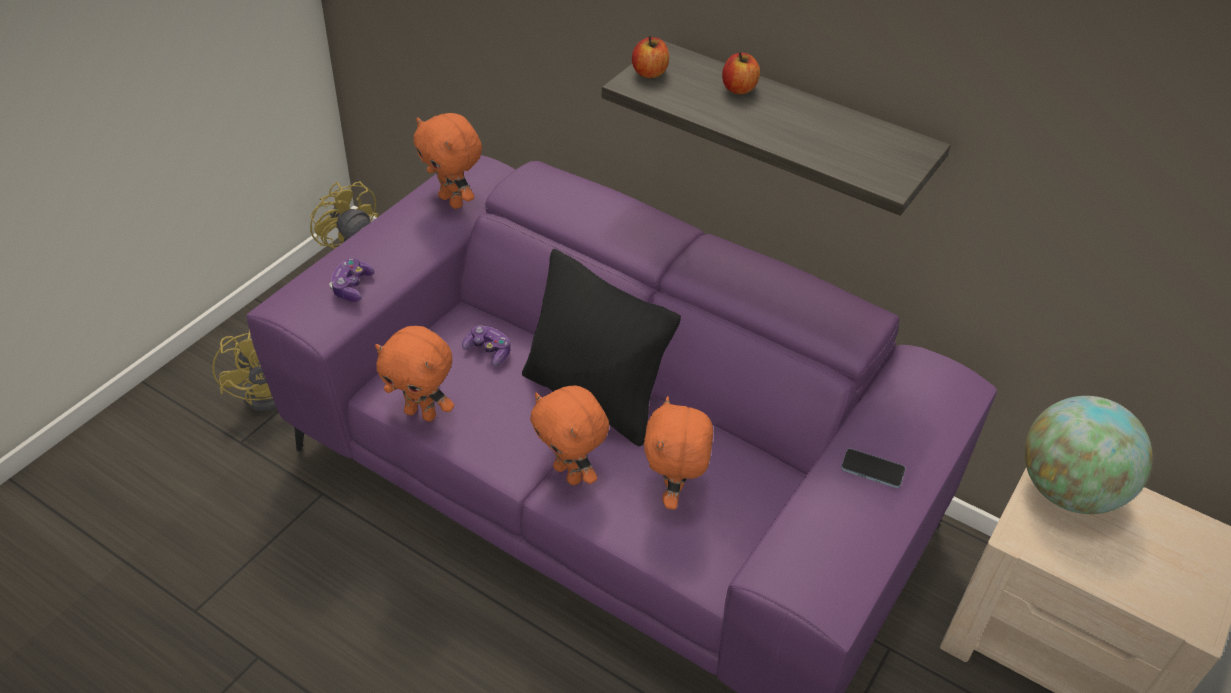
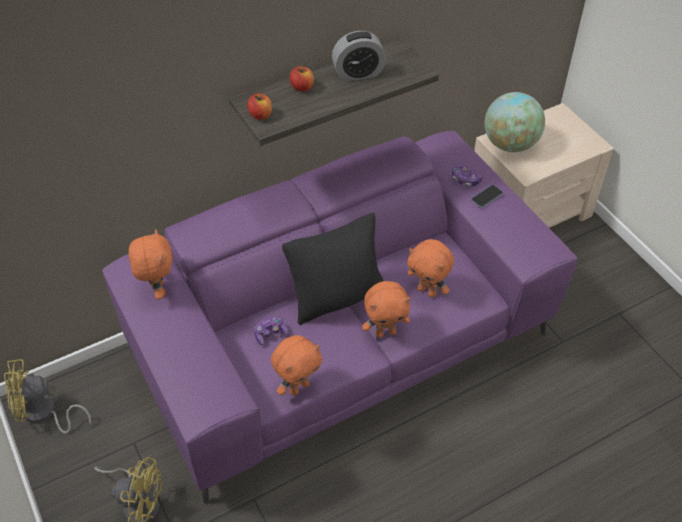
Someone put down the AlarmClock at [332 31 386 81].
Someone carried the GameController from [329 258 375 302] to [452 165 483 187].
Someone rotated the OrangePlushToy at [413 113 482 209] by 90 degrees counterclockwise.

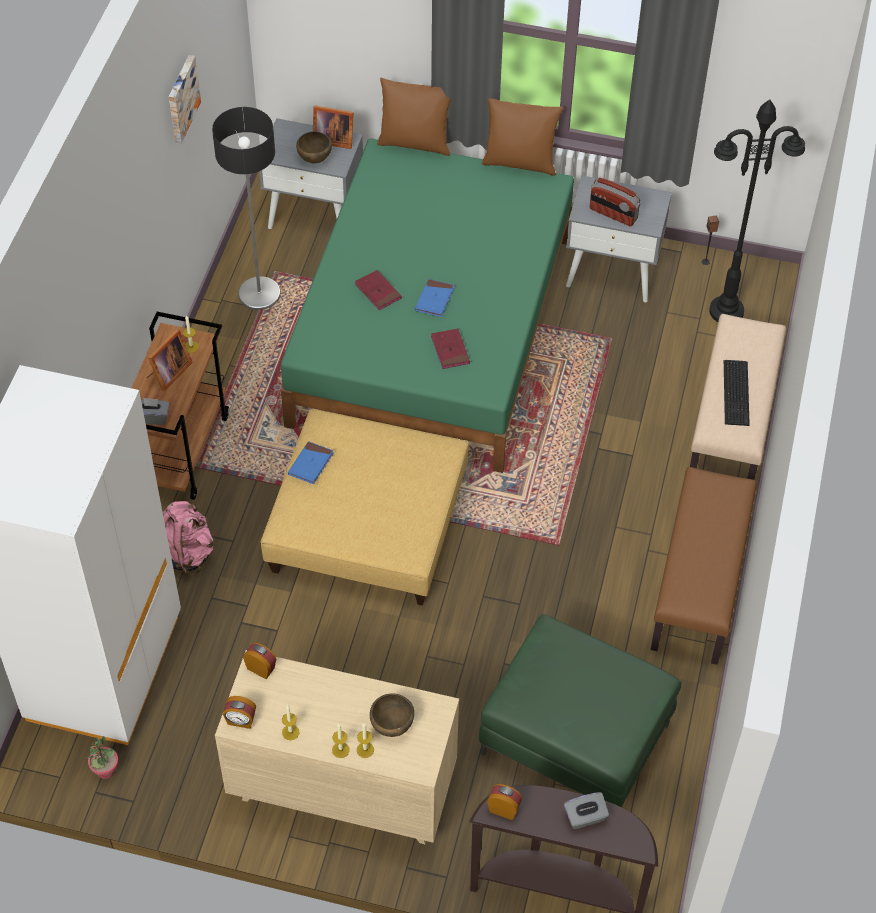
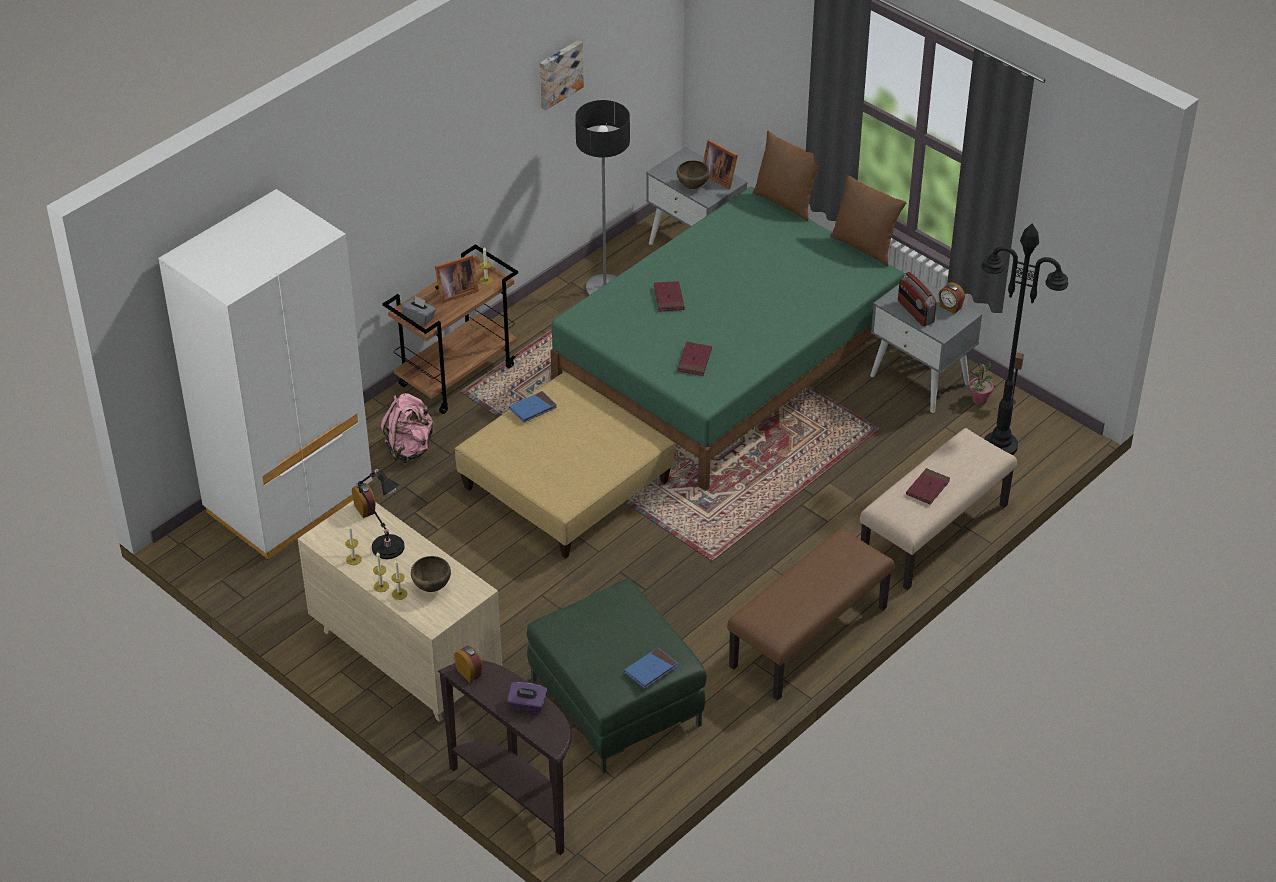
Someone put down the BlackTableLamp at [353 469 405 559].
Someone carried the PottedPlant from [87 736 119 779] to [969 362 994 405].
Someone carried the AlarmClock from [223 696 256 729] to [939 282 965 314].
Someone carried the BlueBook from [415 279 454 317] to [624 648 678 689].
Someone swapped the Keyboard at [724 360 750 426] for the RedBook at [906 468 950 504].
Someone repainted the GreyTissueBox at [564 792 609 829], which became the PurpleTissueBox at [507 682 547 713].

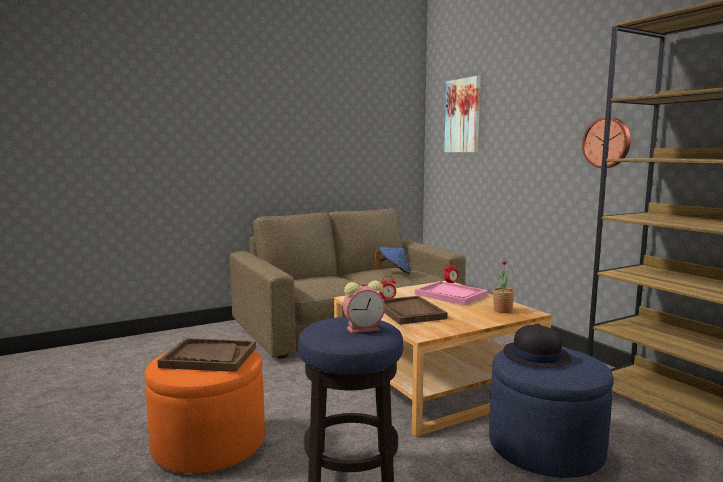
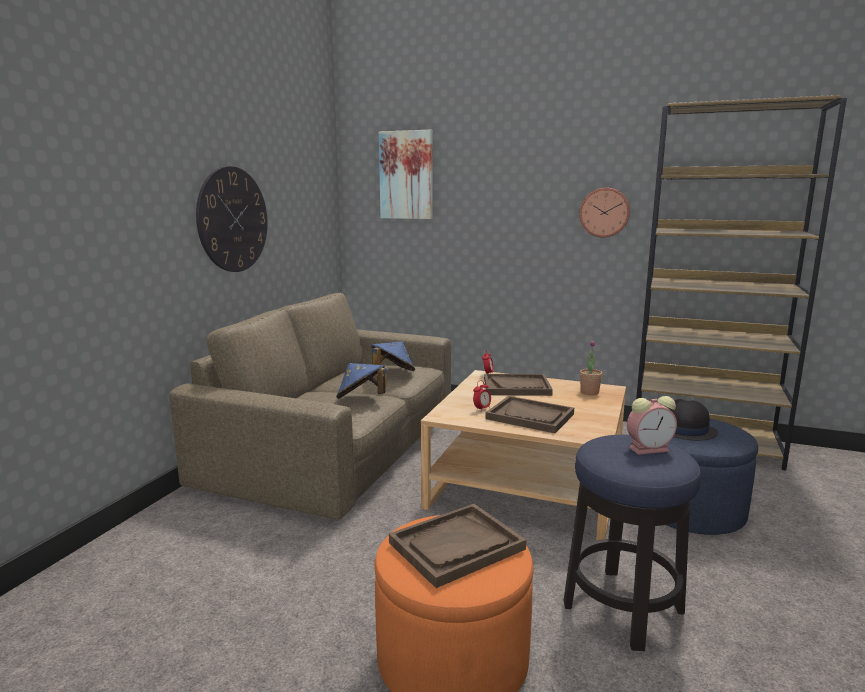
Someone put up the WallClock at [196 166 268 272].
Someone put down the BlueHat at [336 363 387 399].
Someone repainted the PinkTray at [415 281 488 305], which became the BrownTray at [484 374 553 396].
Someone rotated the AlarmClock at [343 280 385 333] by 45 degrees clockwise.

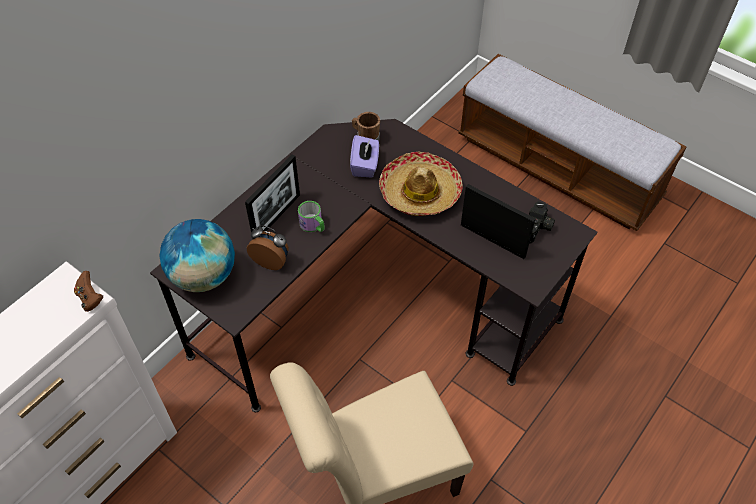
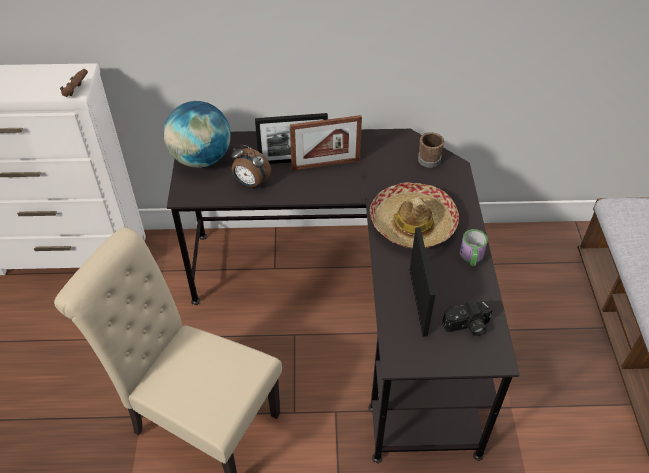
Someone took away the PurpleTissueBox at [350 135 379 177].
Someone put down the PictureFrame at [290 115 362 171].
Someone carried the Mug from [298 201 325 232] to [460 229 488 266].
Someone rotated the AlarmClock at [247 225 289 270] by 135 degrees clockwise.

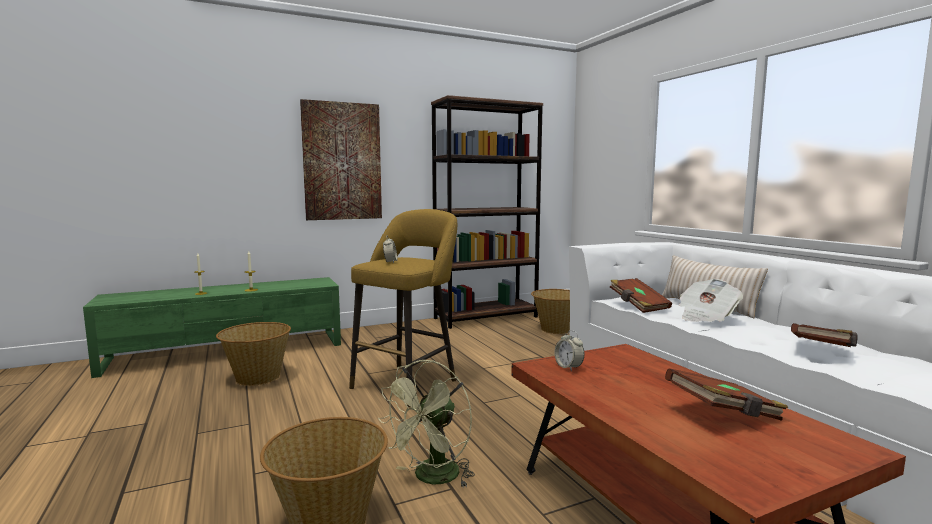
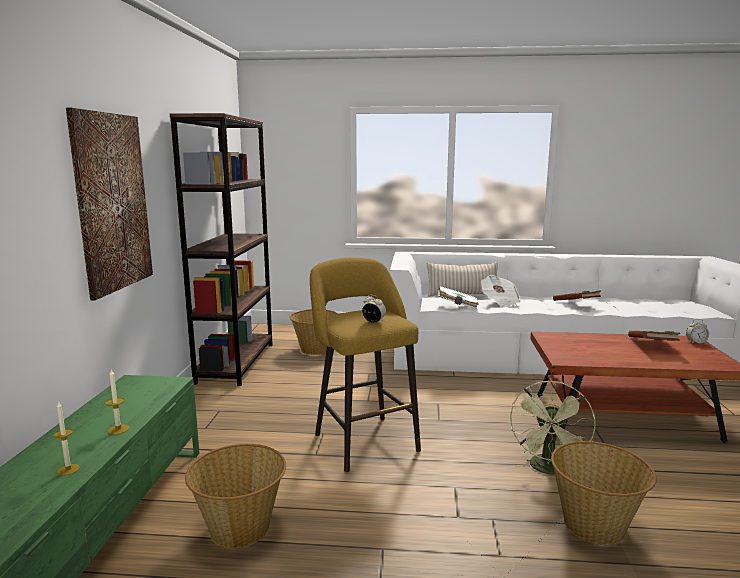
Someone carried the AlarmClock from [554 330 584 371] to [686 319 709 344].
Someone repainted the BrownBook at [610 278 672 313], which became the WhiteBook at [438 286 479 310].
Someone rotated the GreenFan at [378 360 475 488] by 45 degrees clockwise.

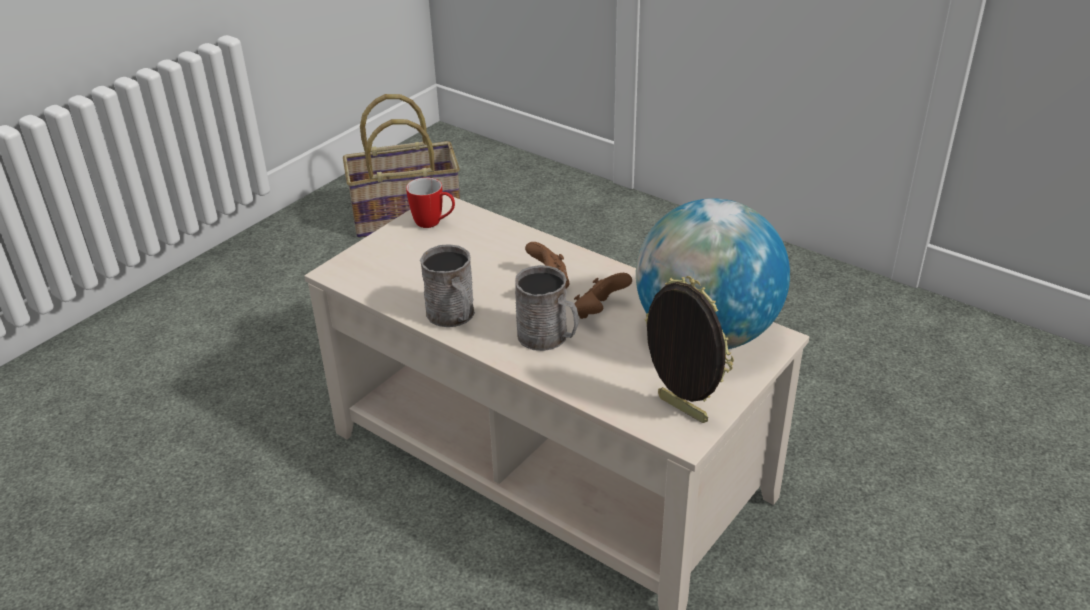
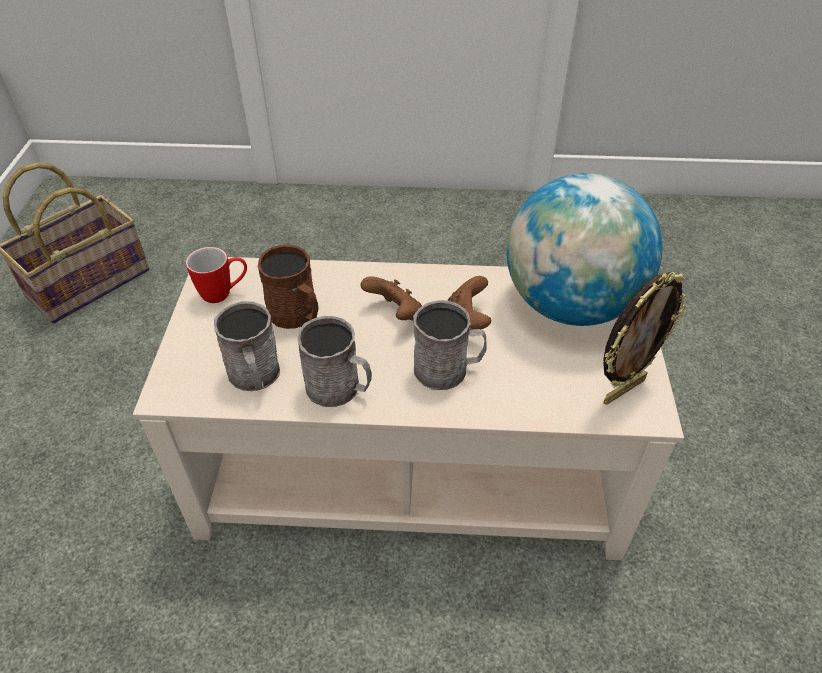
Someone put down the GreyMug at [214 301 280 391].
Someone put down the BrownMug at [258 245 319 329].
Someone rotated the PictureFrame at [645 276 734 423] by 135 degrees clockwise.

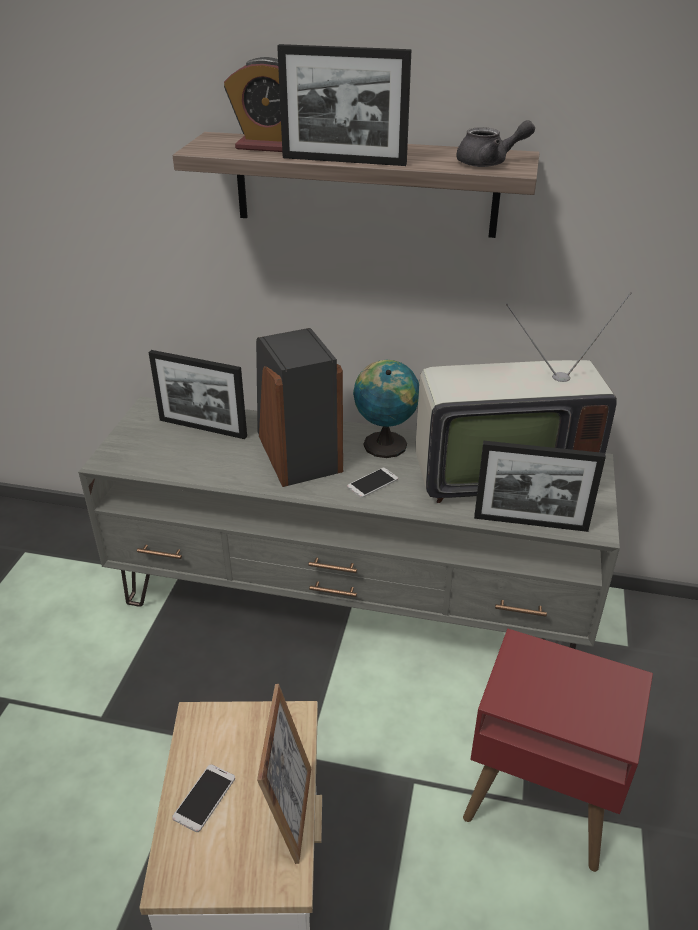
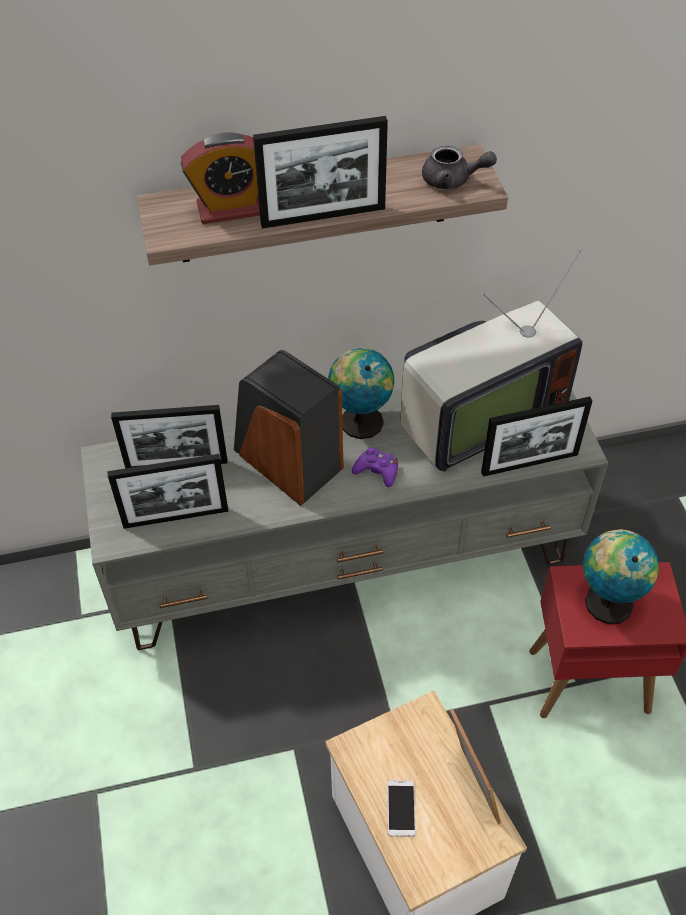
Someone put down the PictureFrame at [107 454 229 529].
Someone put down the Globe at [583 529 659 624].
Someone swapped the Phone at [347 468 398 498] for the PurpleGameController at [352 447 398 487].
Someone rotated the GreyTeapot at [456 120 535 167] by 45 degrees clockwise.

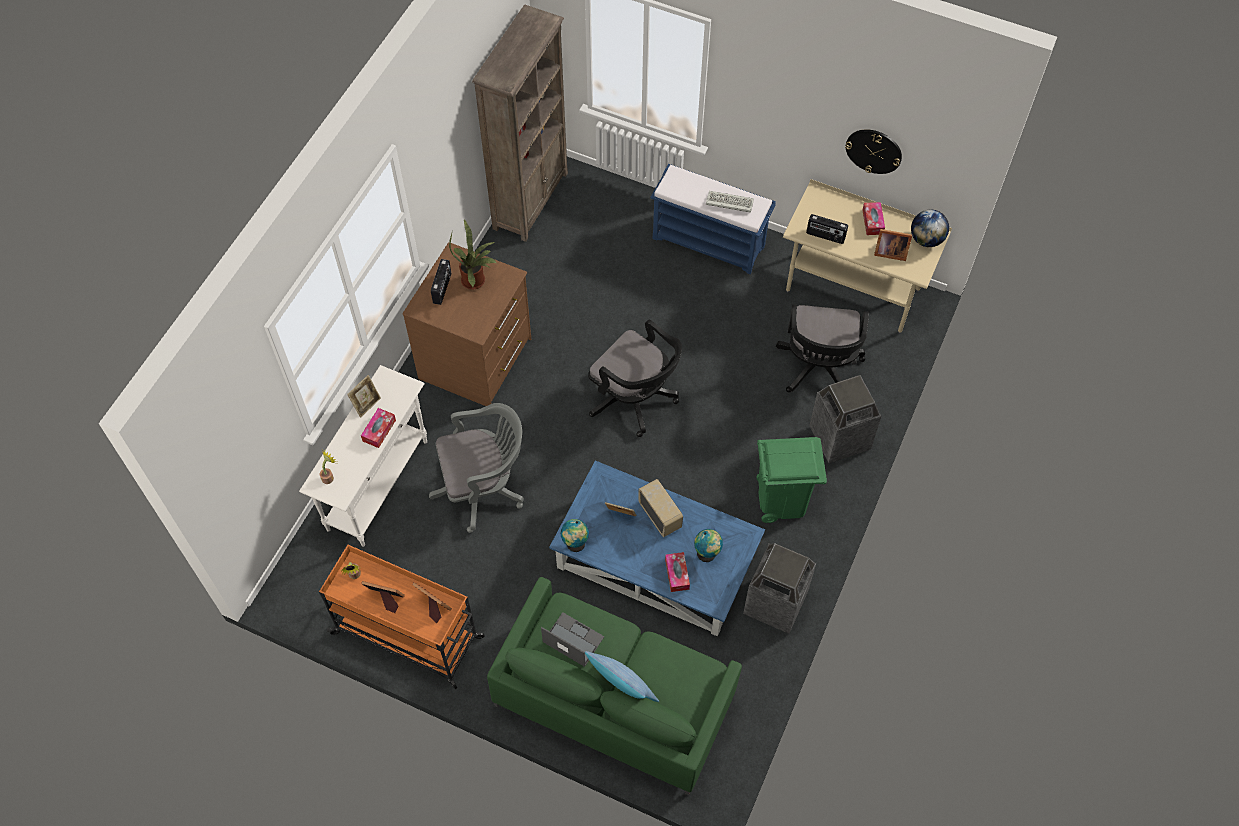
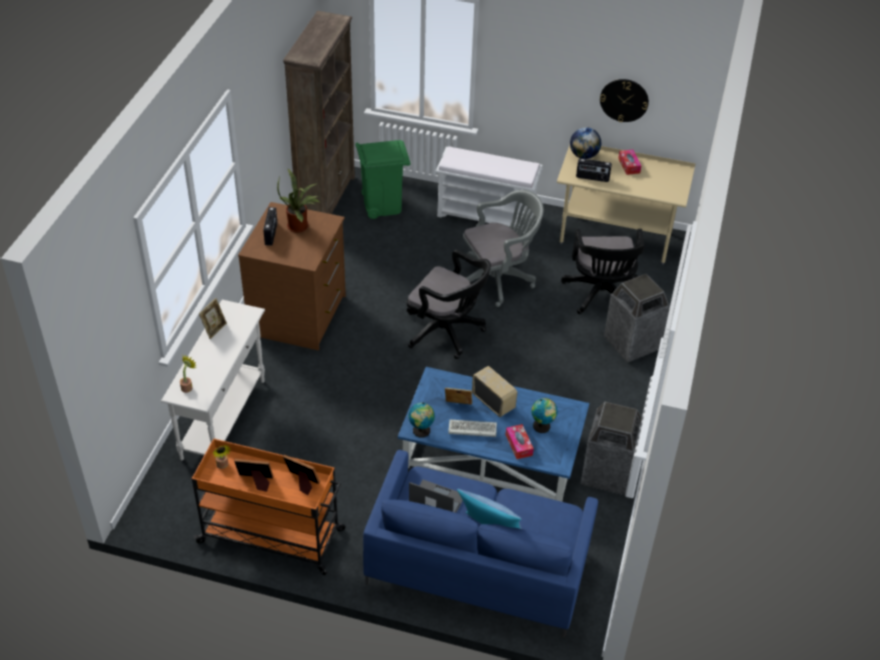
Someone took away the TissueBox at [361 408 396 448].
Someone took away the PictureFrame at [874 229 912 261].
Someone carried the GreyOfficeChair from [429 403 524 533] to [463 190 544 307].
Someone carried the Keyboard from [706 191 754 213] to [448 419 497 437].
Someone carried the GreenTrashCan from [757 437 827 523] to [355 140 411 219].
Someone carried the Globe from [911 210 949 247] to [570 127 601 159].
Someone repainted the GreenSofa at [487 577 742 795], which became the BlueSofa at [363 450 598 638].
Someone repainted the BlueBench at [650 164 776 274], which became the WhiteBench at [436 146 543 234].

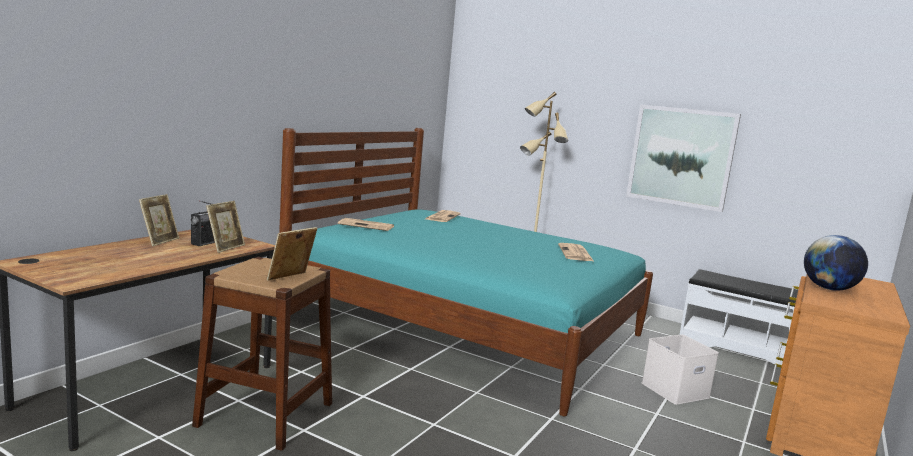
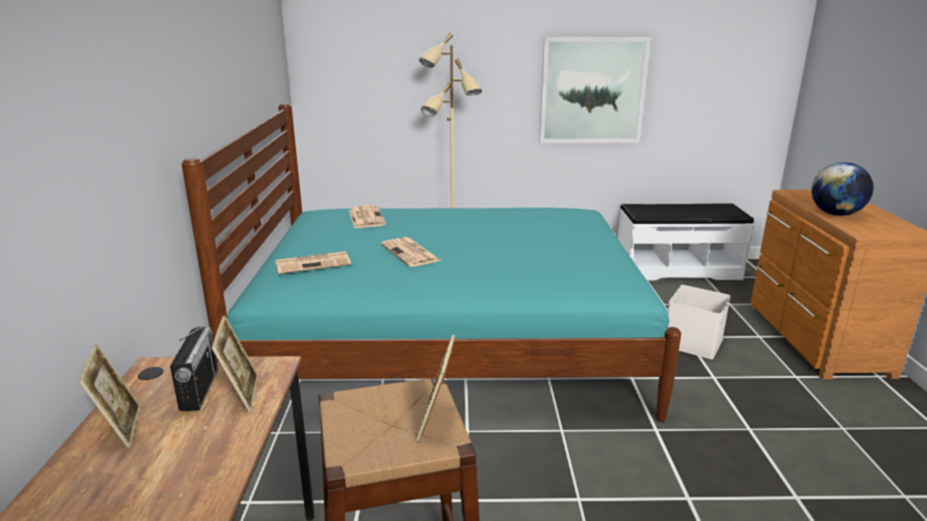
Someone carried the Newspaper from [558 243 594 261] to [381 237 442 267].

